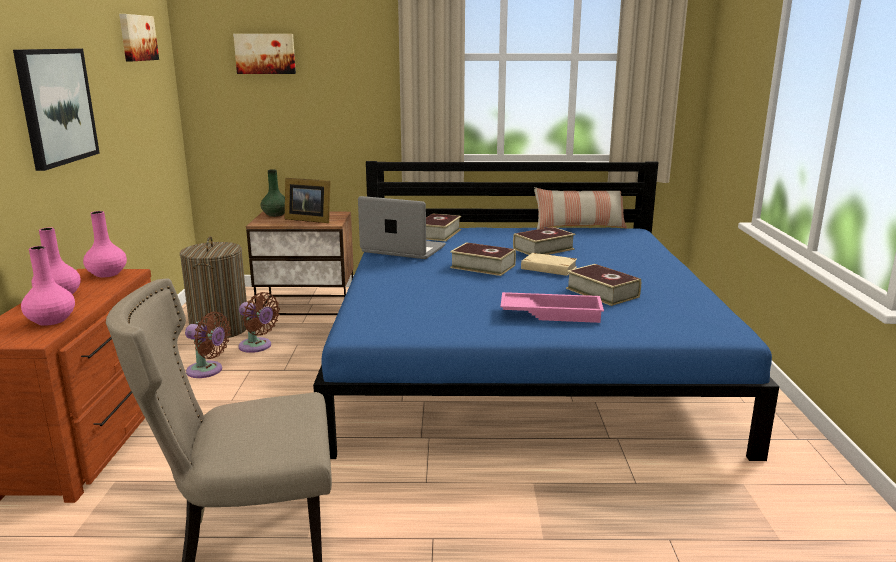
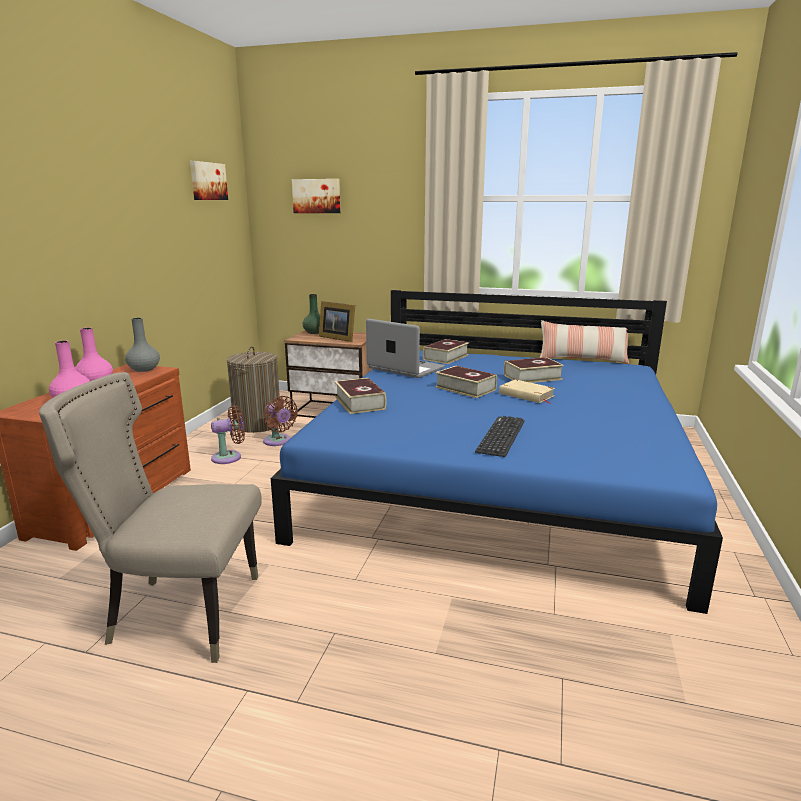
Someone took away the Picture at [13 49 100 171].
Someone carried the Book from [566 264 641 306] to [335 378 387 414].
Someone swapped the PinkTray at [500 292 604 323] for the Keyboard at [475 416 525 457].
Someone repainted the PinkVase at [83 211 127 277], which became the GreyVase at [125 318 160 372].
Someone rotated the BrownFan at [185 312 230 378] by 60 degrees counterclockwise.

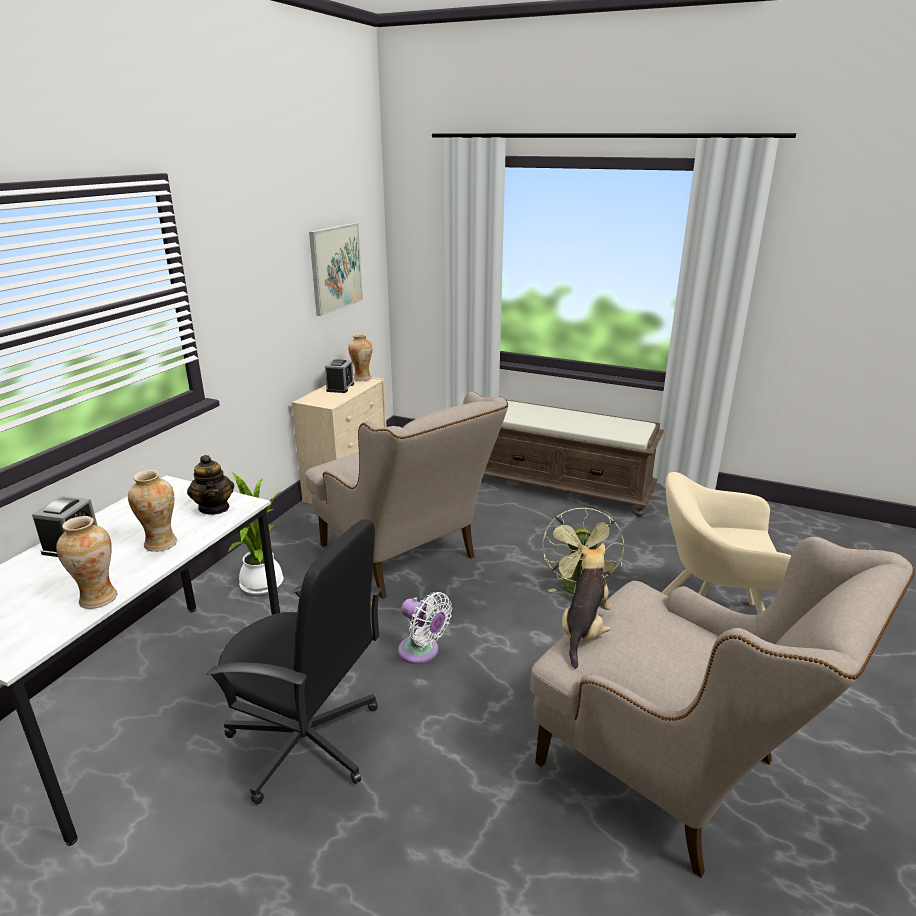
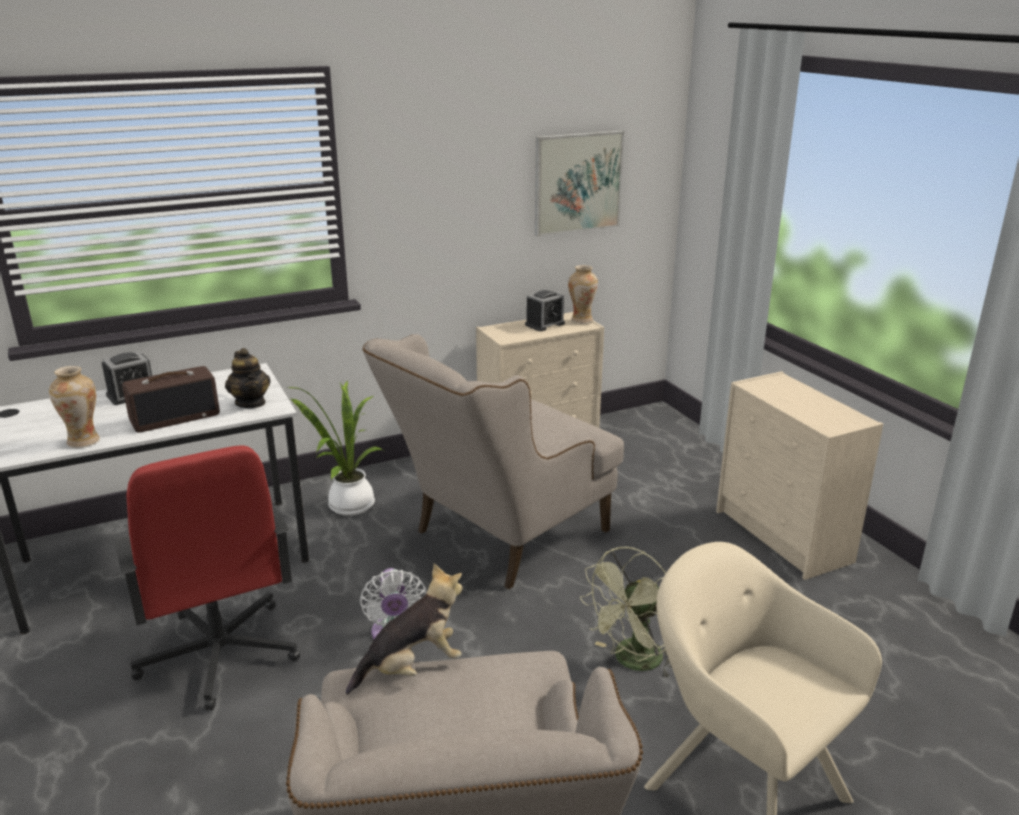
Someone swapped the Vase at [128 470 177 552] for the Radio at [122 366 220 433].
Someone swapped the BrownBench at [481 400 664 517] for the BeigeDresser at [716 371 883 580].
Someone repainted the BlackOfficeChair at [207 519 382 805], which became the RedOfficeChair at [115 445 300 710].
Someone rotated the Teapot at [187 455 234 515] by 45 degrees counterclockwise.
Someone rotated the BeigeArmchair at [305 392 508 599] by 45 degrees clockwise.

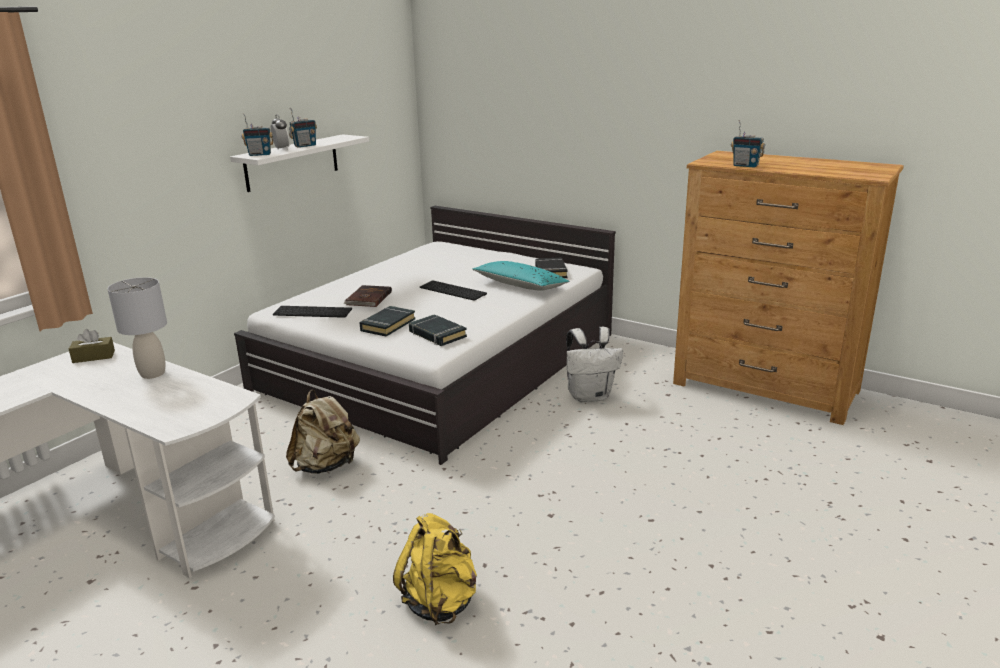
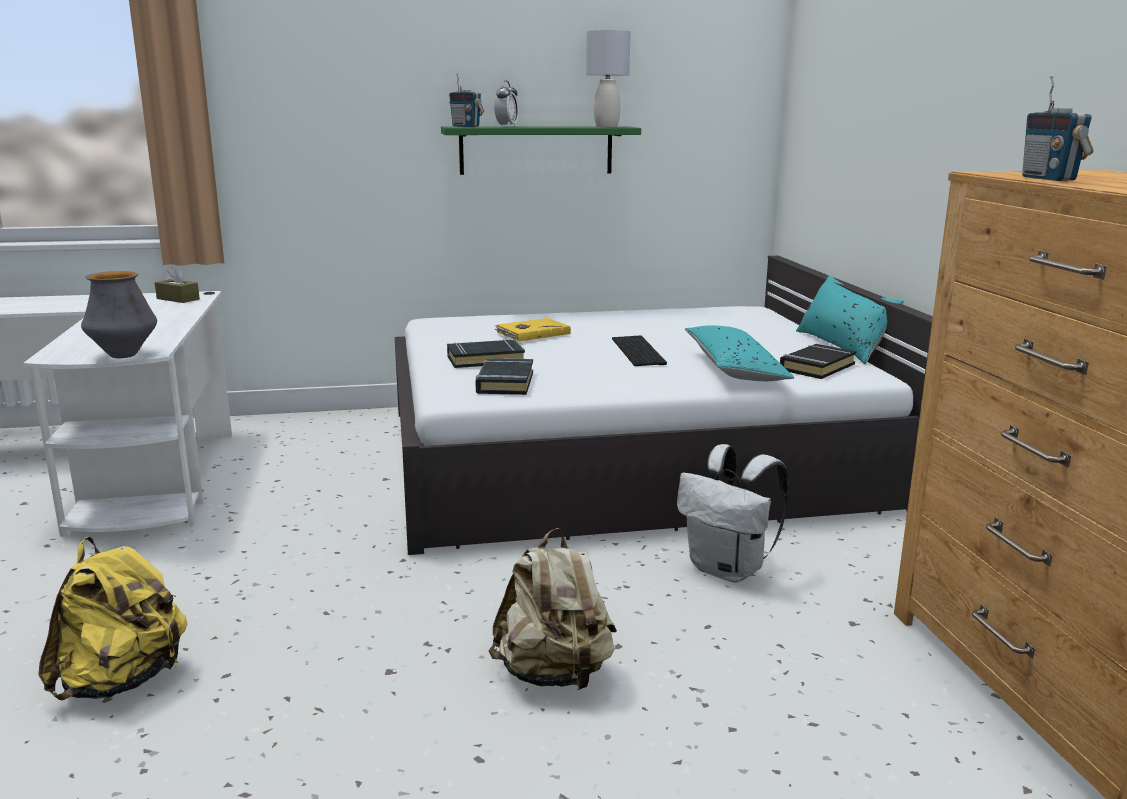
Someone took away the Keyboard at [273 306 352 318].
Someone took away the Radio at [289 108 317 148].
Someone put down the Vase at [81 271 157 358].
Someone put down the TurquoisePillow at [796 275 904 364].
Someone carried the GreyTableLamp from [107 277 167 379] to [586 30 630 127].
Someone carried the BeigeBackpack from [286 390 360 474] to [488 528 617 690].
Someone repainted the WhiteShelf at [230 134 369 192], which became the GreenShelf at [441 126 641 175].
Someone repainted the BrownBook at [343 285 392 307], which became the YellowBook at [495 318 571 342].

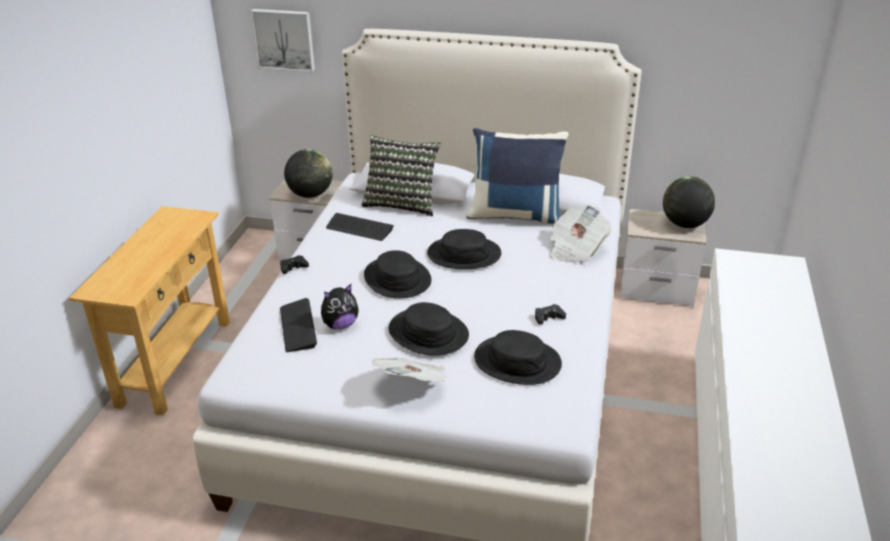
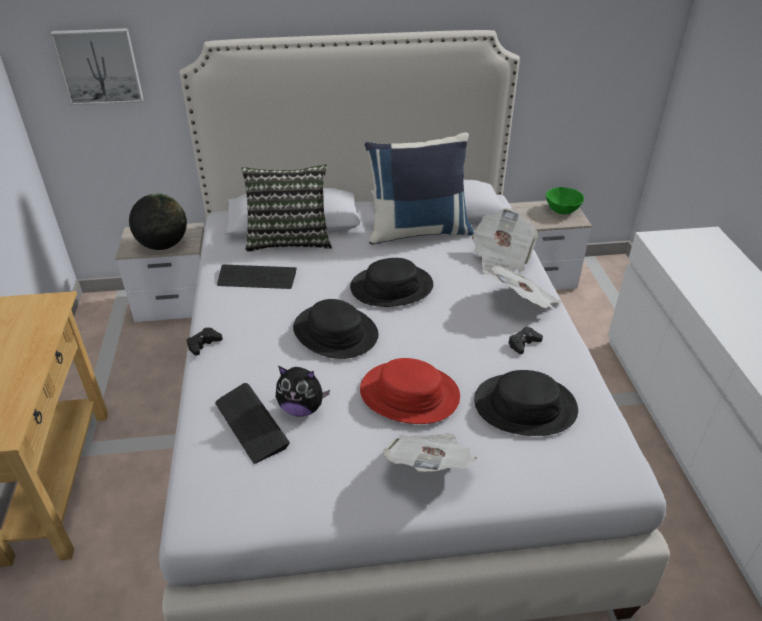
Someone put down the Newspaper at [491 266 561 309].
Someone swapped the Globe at [663 176 715 228] for the GreenBowl at [546 187 584 214].
Someone repainted the BlackHat at [389 302 469 356], which became the RedHat at [360 358 460 424].
Someone rotated the PlushToy at [321 284 359 329] by 60 degrees clockwise.

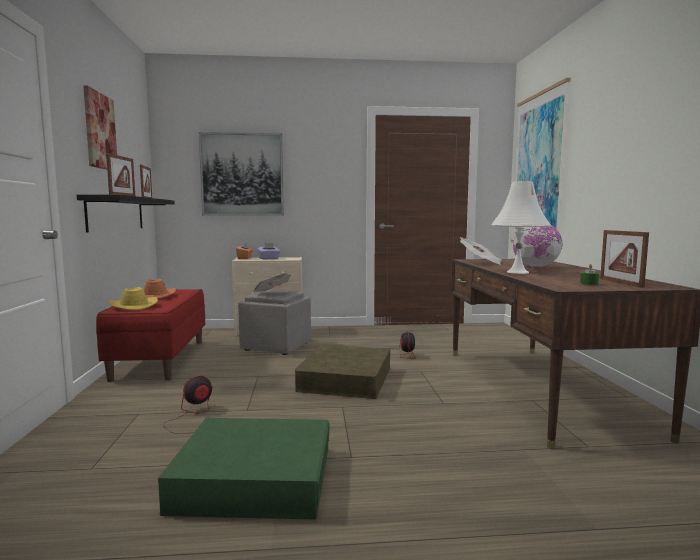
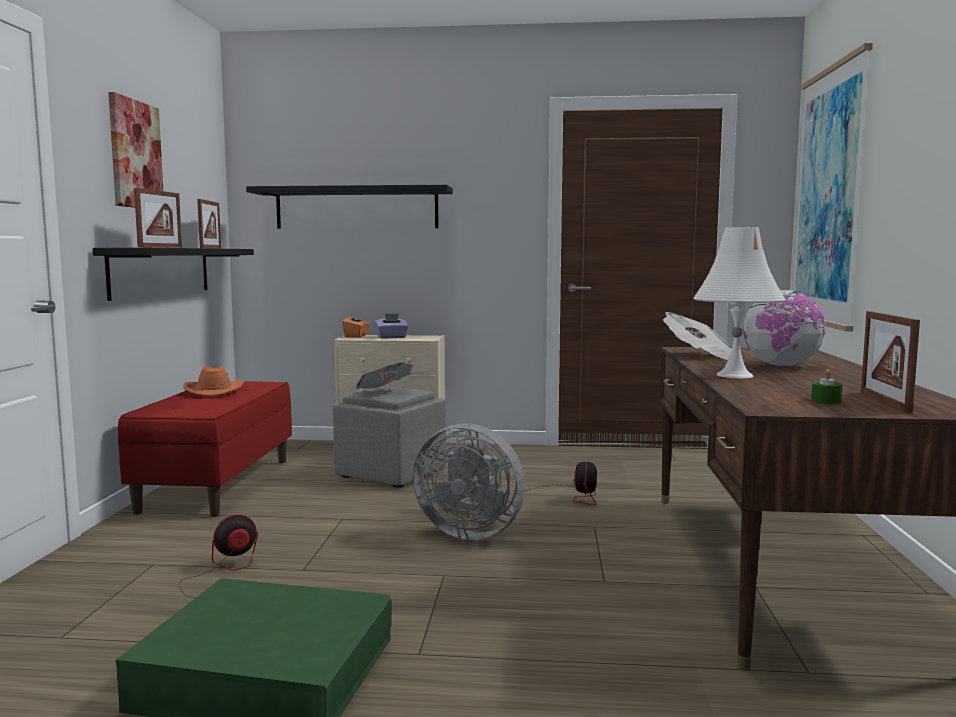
Someone took away the YellowHat at [109 287 158 310].
Someone swapped the Picture at [199 132 284 216] for the BlackShelf at [246 185 453 229].
Someone swapped the BrownStorageBox at [295 344 390 399] for the GreyFan at [413 423 525 540].

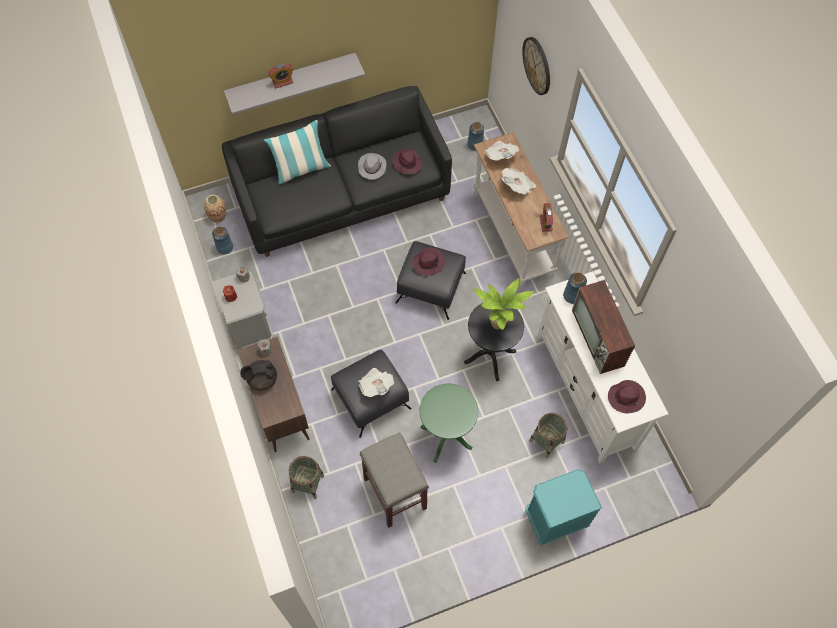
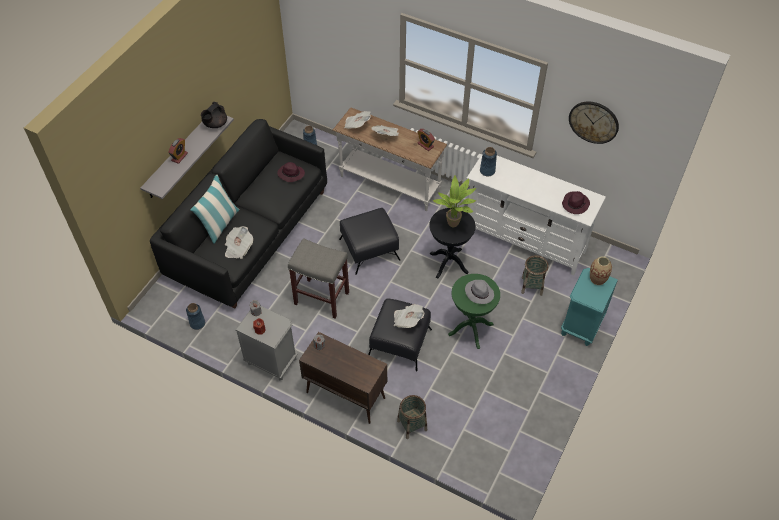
Someone took away the PurpleHat at [412 248 445 276].
Someone took away the Television at [572 280 635 374].
Someone put down the Newspaper at [225 226 253 259].
Someone carried the Vase from [204 194 226 223] to [590 256 612 285].
Someone carried the BlackTeapot from [240 360 277 390] to [201 102 227 128].
Someone carried the GreyHat from [358 153 386 180] to [465 280 494 304].
Someone carried the GreyStool from [360 432 429 528] to [288 238 349 319].
Someone carried the WallClock from [522 37 550 95] to [569 101 619 144].

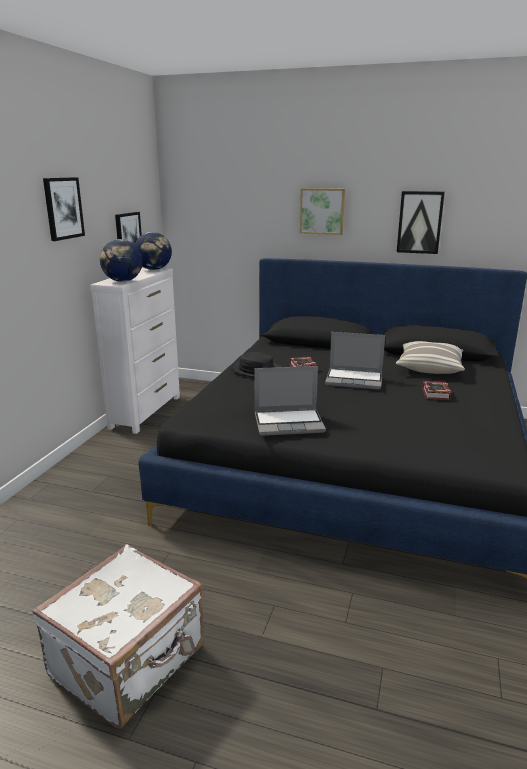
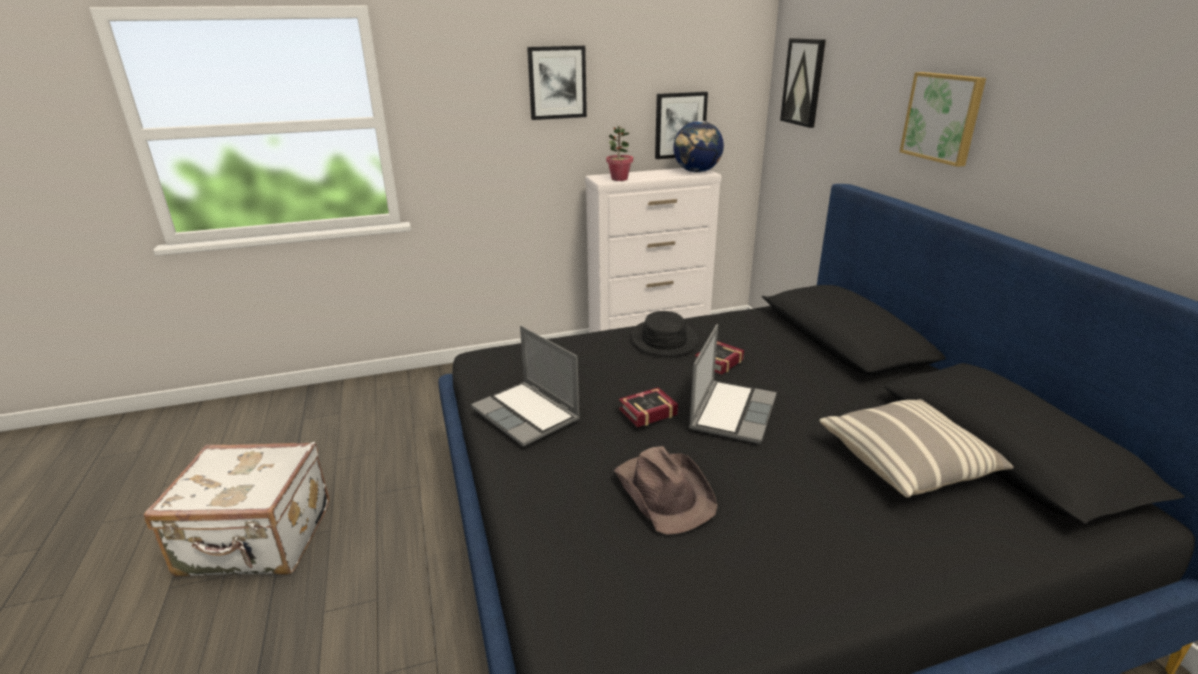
Someone put down the BrownHat at [614 446 718 535].
Someone carried the Picture from [397 191 445 254] to [780 38 826 128].
Someone carried the Book from [422 381 451 400] to [619 388 678 427].
Someone swapped the Globe at [100 239 143 282] for the PottedPlant at [606 126 633 181].
Someone rotated the Laptop at [325 332 385 390] by 135 degrees counterclockwise.

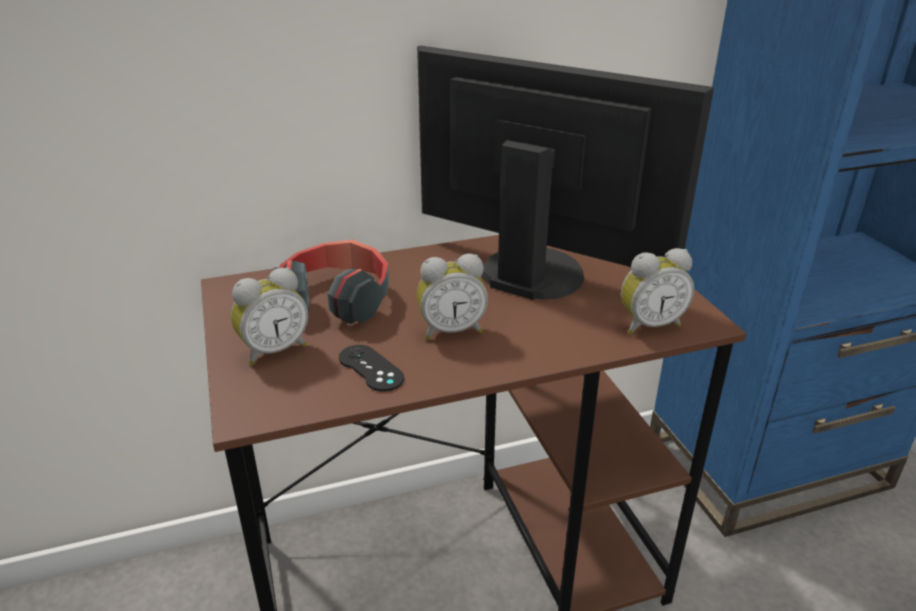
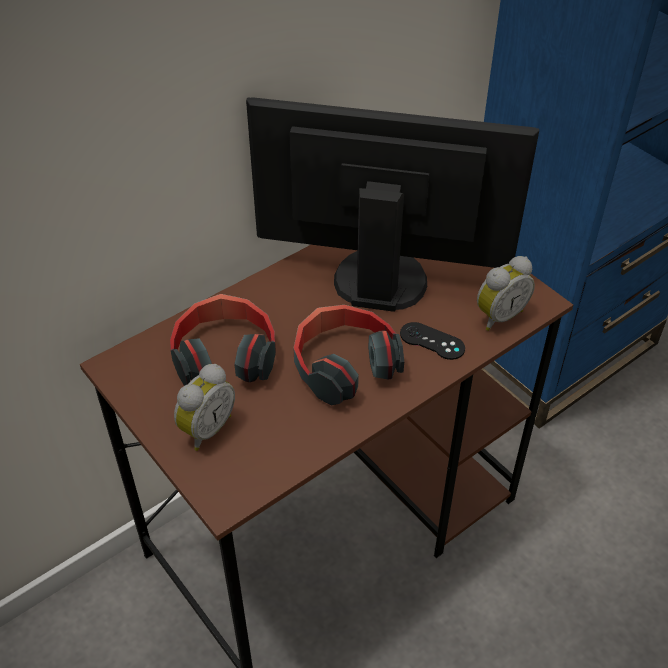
Someone carried the BlackGameController from [339 345 404 392] to [400 322 465 360].
Someone swapped the AlarmClock at [417 254 488 340] for the Headphones at [293 305 404 405].

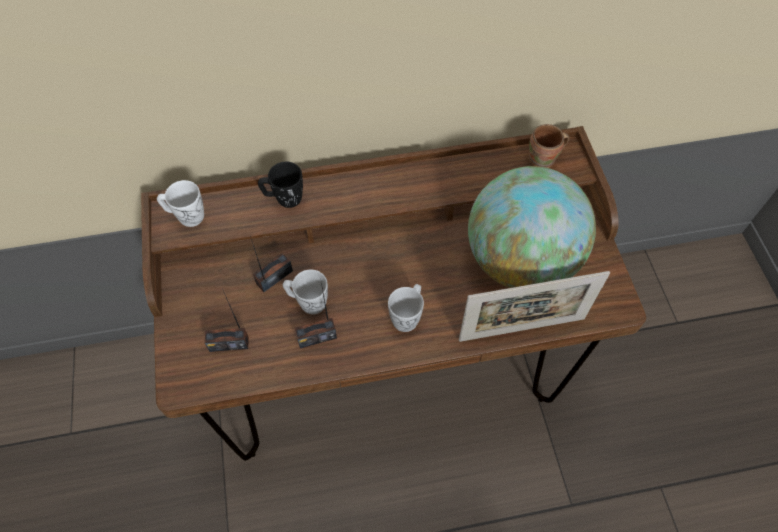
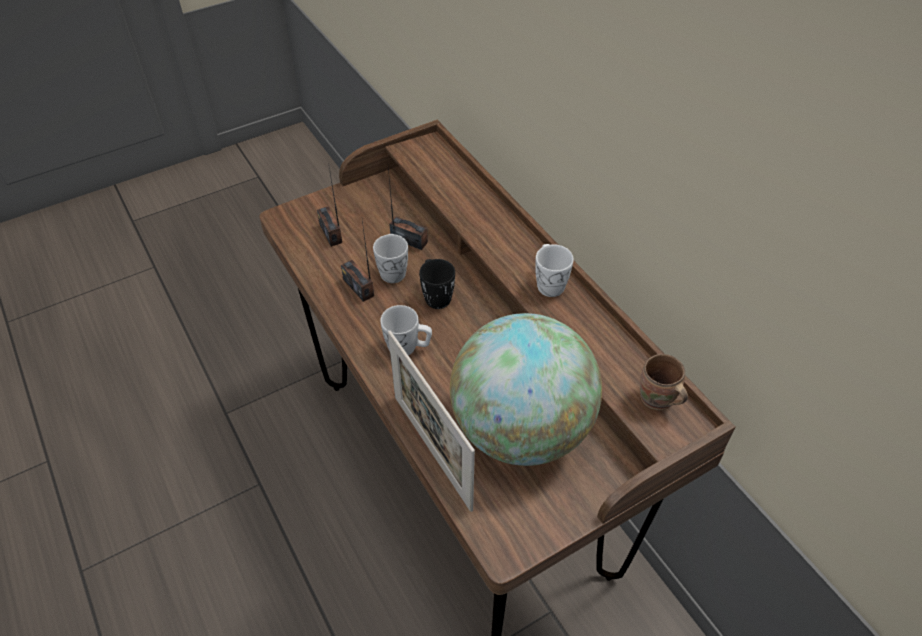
Someone carried the WhiteMug from [157 180 204 227] to [535 244 574 297].
Someone carried the BlackMug from [258 162 303 208] to [419 259 455 309].

